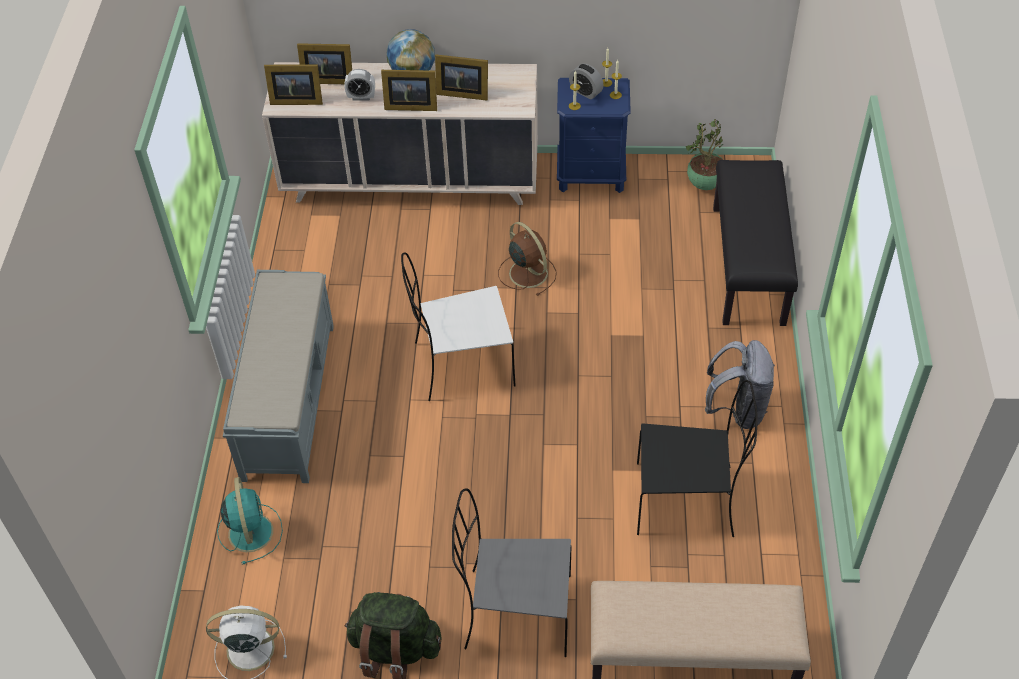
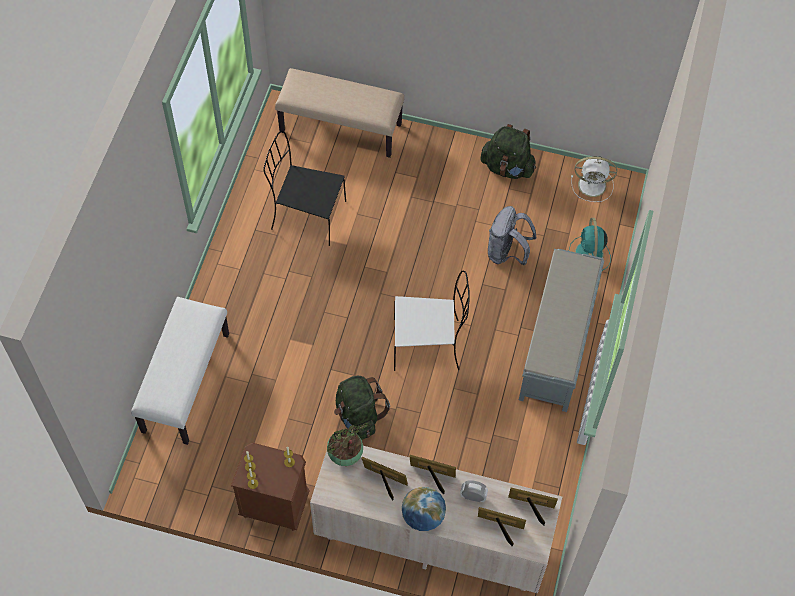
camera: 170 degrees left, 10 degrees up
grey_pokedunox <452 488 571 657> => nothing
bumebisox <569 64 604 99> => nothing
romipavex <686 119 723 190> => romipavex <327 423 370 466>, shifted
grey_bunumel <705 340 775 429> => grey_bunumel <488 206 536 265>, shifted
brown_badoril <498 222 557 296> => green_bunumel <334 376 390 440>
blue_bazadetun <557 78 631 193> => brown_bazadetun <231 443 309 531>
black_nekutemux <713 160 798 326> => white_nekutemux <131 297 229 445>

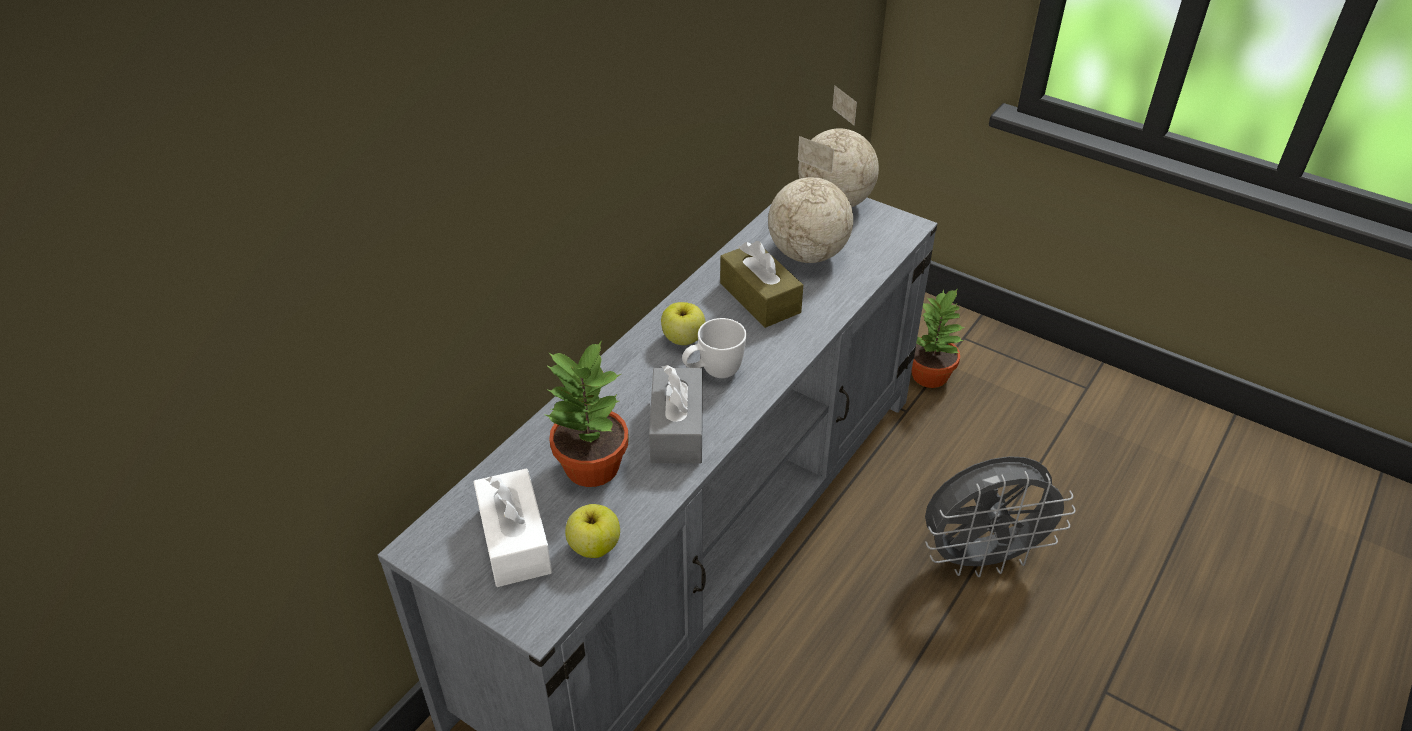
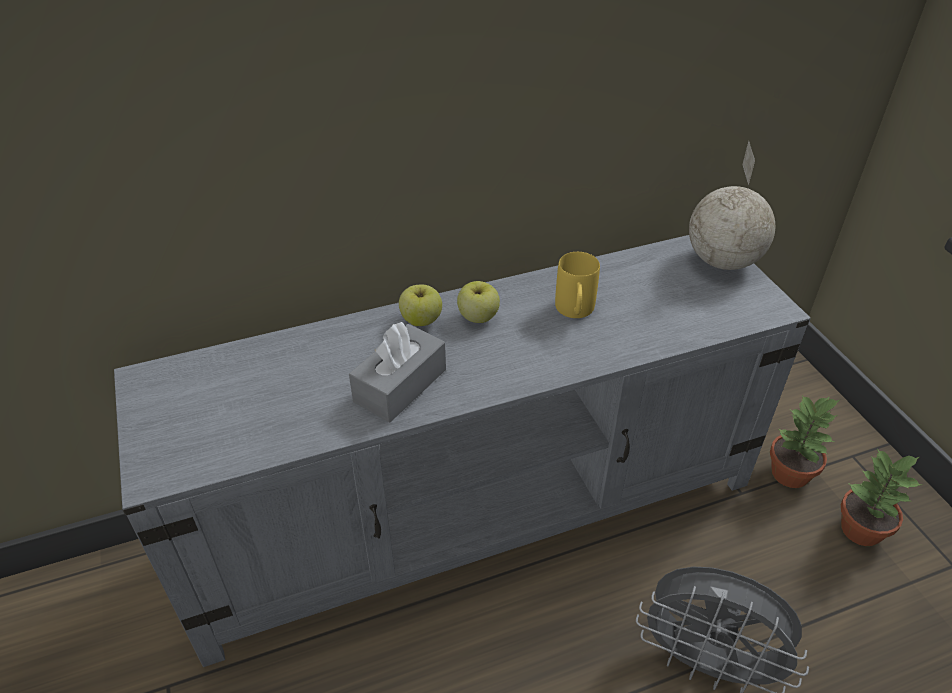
camera: 35 degrees right, 0 degrees up
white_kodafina <473 468 552 587> => nothing
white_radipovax <682 318 747 378> => nothing
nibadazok <768 136 853 263> => nothing
romipavex <545 341 629 487> => romipavex <841 448 922 546>, shifted
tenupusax <565 504 620 558> => tenupusax <399 285 442 326>, shifted
brown_kodafina <720 241 803 328> => yellow_radipovax <555 252 600 318>

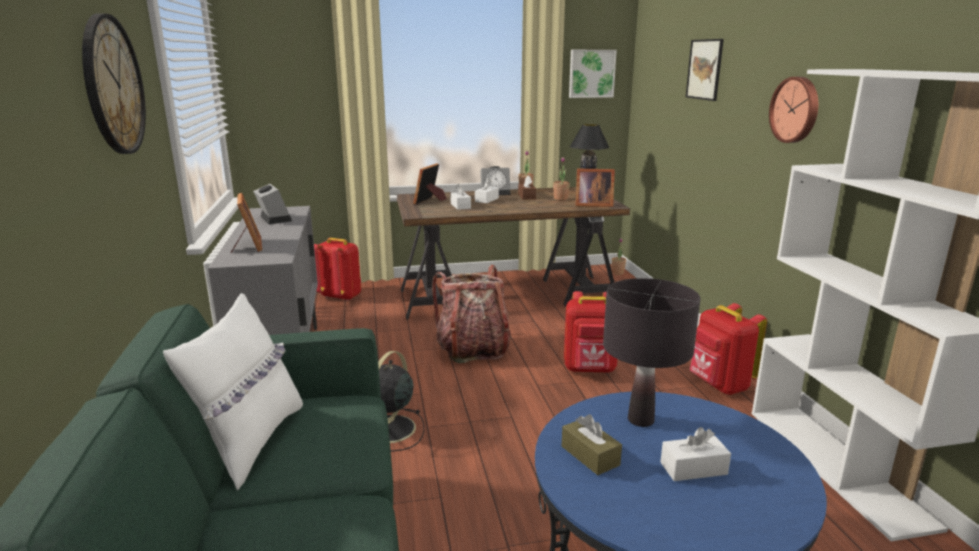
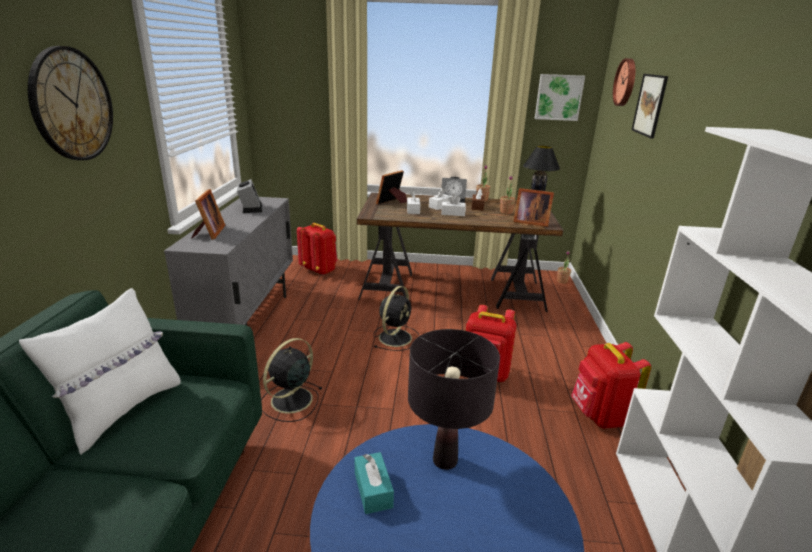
camera: 15 degrees right, 5 degrees up
white_kodafina <660 427 731 481> => white_kodafina <441 194 466 216>, shifted
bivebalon <769 77 818 143> => bivebalon <613 58 635 106>, shifted
bunumel <432 265 512 363> => black_badoril <373 286 419 351>
brown_kodafina <562 414 622 475> => turquoise_kodafina <355 452 394 514>

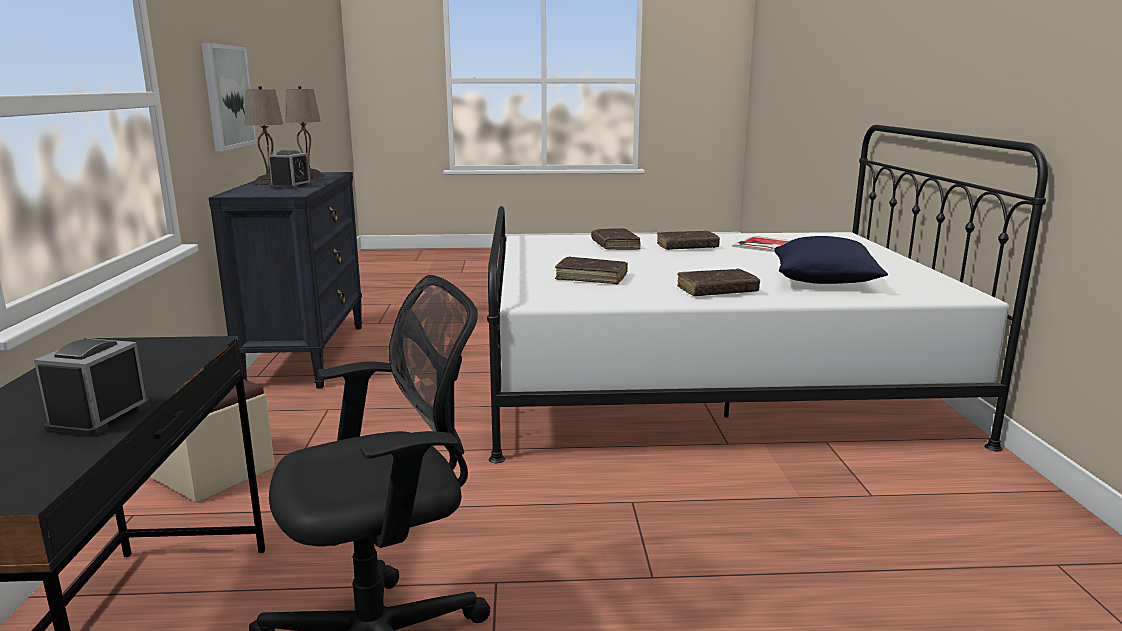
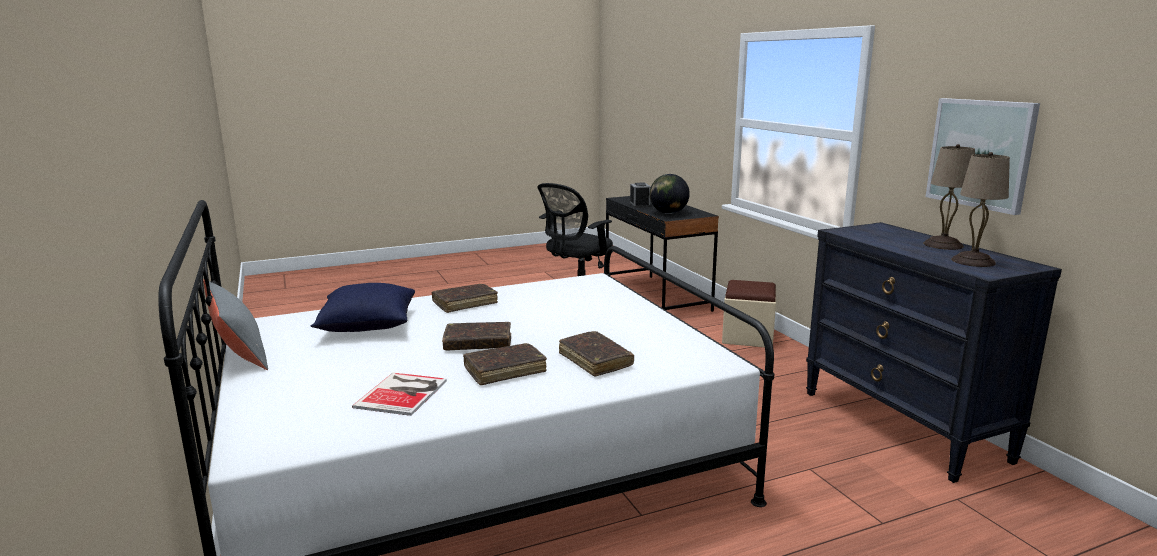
camera: 160 degrees right, 0 degrees up
bumebisox <268 150 311 189> => nothing
nothing => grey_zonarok <203 280 268 370>
nothing => nibadazok <650 174 690 214>
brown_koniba <555 256 628 284> => brown_koniba <442 322 511 350>, shifted

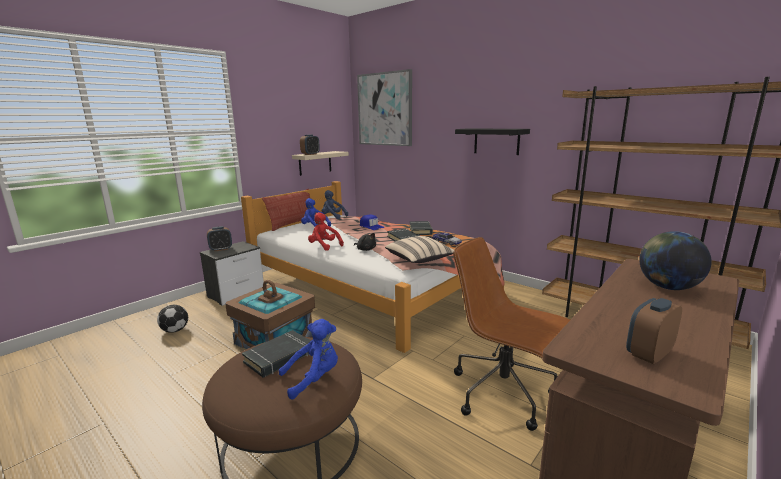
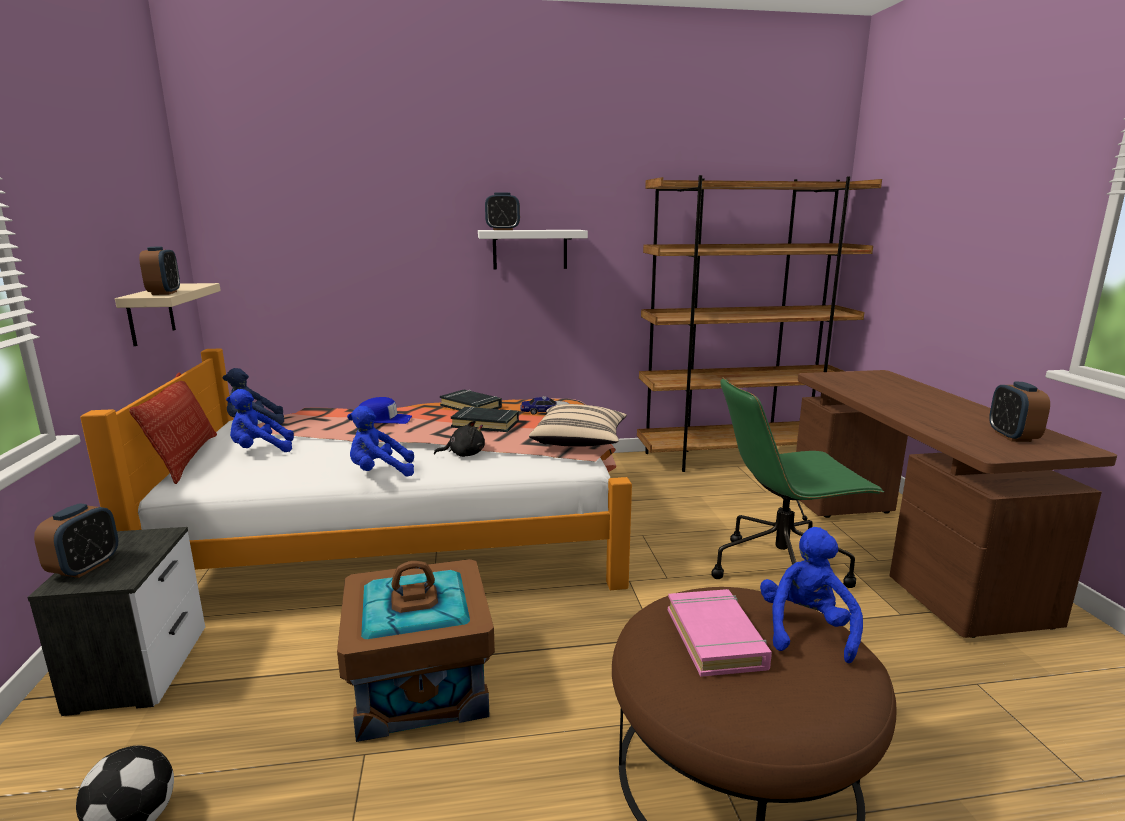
camera: 50 degrees left, 0 degrees up
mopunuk <357 69 412 146> => nothing
nibadazok <639 231 712 290> => nothing
nothing => bumebisox <485 192 520 230>
black_koniba <242 330 311 378> => pink_koniba <668 589 772 677>
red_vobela <308 212 344 251> => blue_vobela <347 406 414 477>
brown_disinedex <453 237 570 431> => green_disinedex <712 377 884 588>
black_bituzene <455 128 530 155> => white_bituzene <478 230 588 270>

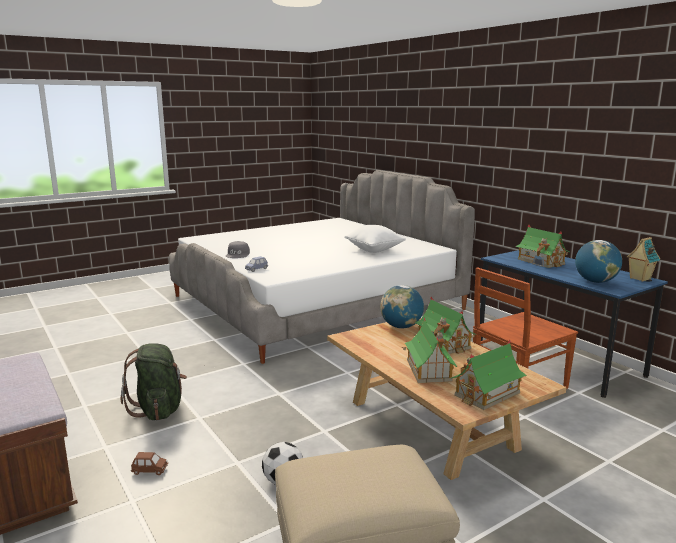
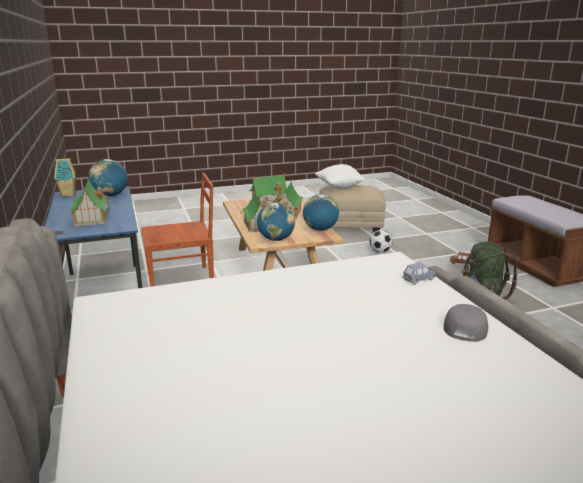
camera: 165 degrees left, 5 degrees up
nothing => nibadazok <303 194 339 231>
white_zonarok <344 225 406 253> => white_zonarok <315 164 366 189>, shifted

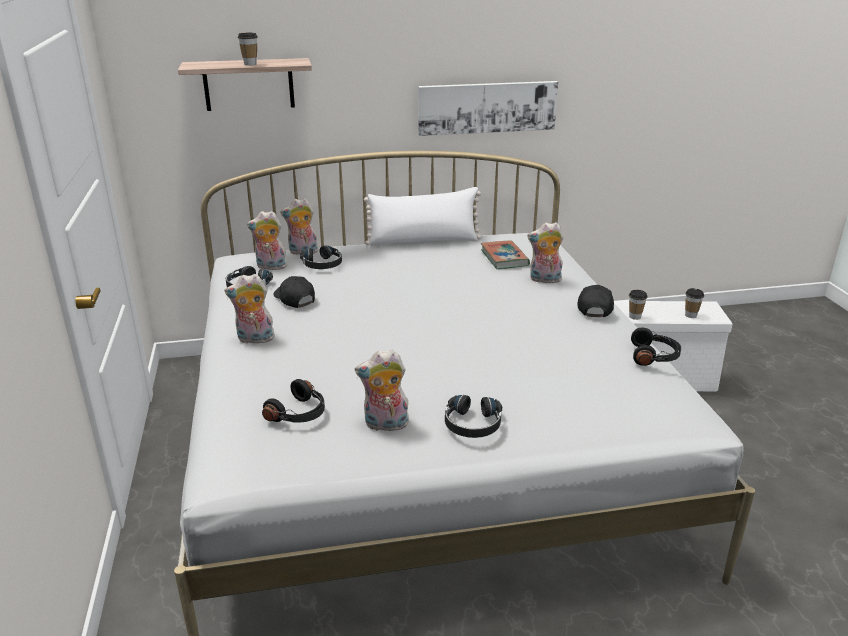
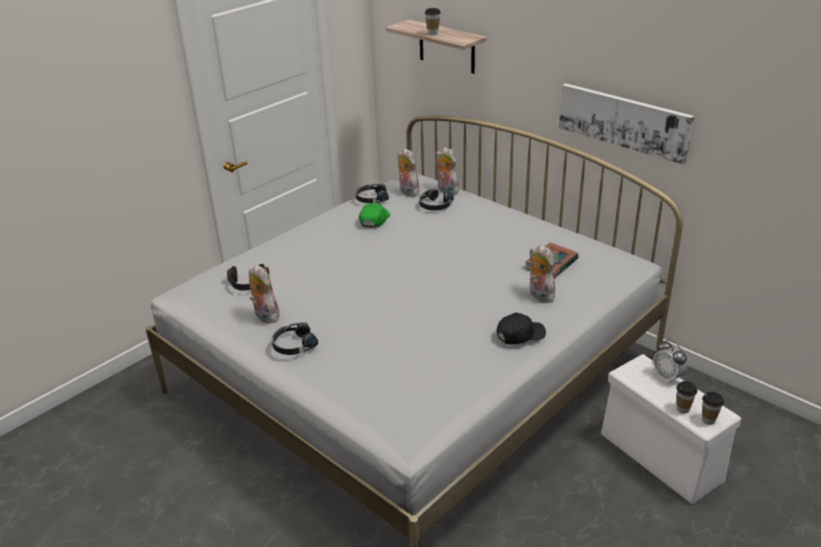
camera: 55 degrees right, 5 degrees up
vobela <225 274 275 345> => nothing
white_zonarok <364 187 481 246> => nothing
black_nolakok <631 328 681 366> => nothing
nothing => bumebisox <653 340 688 384>
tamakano <629 290 647 320> => tamakano <702 392 724 425>, shifted
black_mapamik <273 276 315 308> => green_mapamik <359 203 390 228>

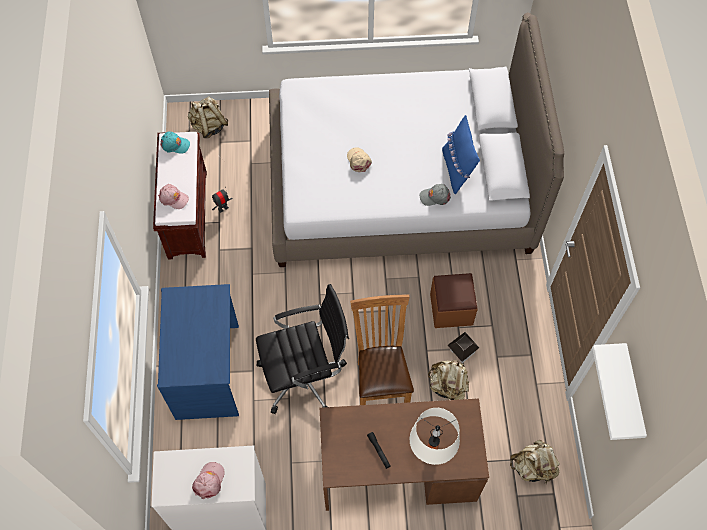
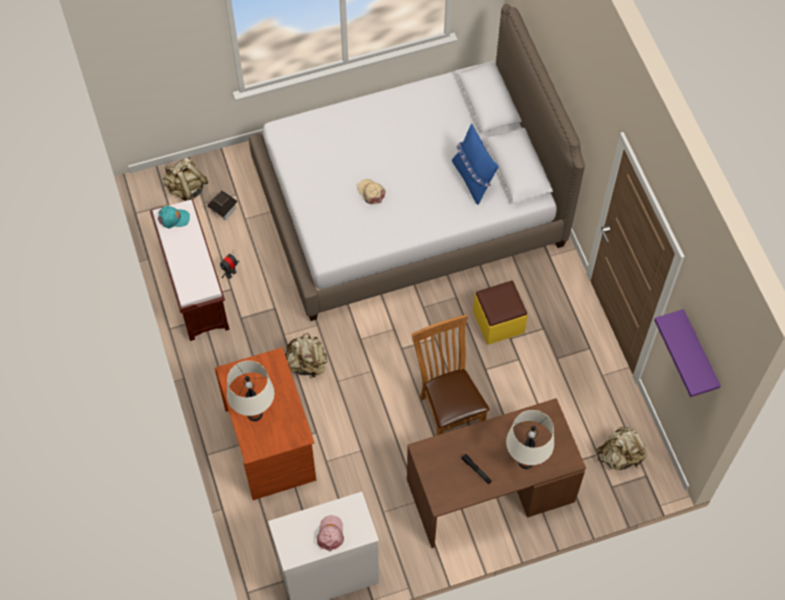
camera: 15 degrees left, 0 degrees up
pink_mapamik <158 184 189 209> => nothing
black_disinedex <256 284 349 414> => nothing
grey_mapamik <420 184 451 206> => nothing
nothing => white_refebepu <227 361 275 421>
beige_bunumel <428 360 469 400> => beige_bunumel <285 333 327 380>, shifted
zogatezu <448 332 479 363> => zogatezu <207 190 238 221>, shifted
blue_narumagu <157 284 239 420> => brown_narumagu <215 347 316 500>
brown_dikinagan <430 273 478 328> => yellow_dikinagan <473 281 528 345>
white_bituzene <592 343 647 440> => purple_bituzene <654 309 721 397>

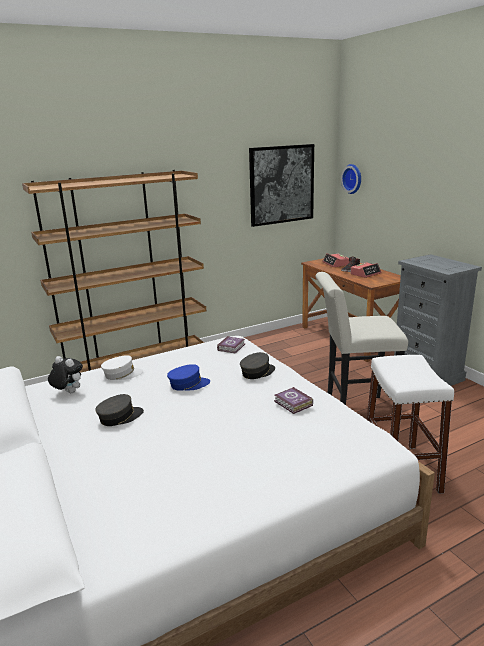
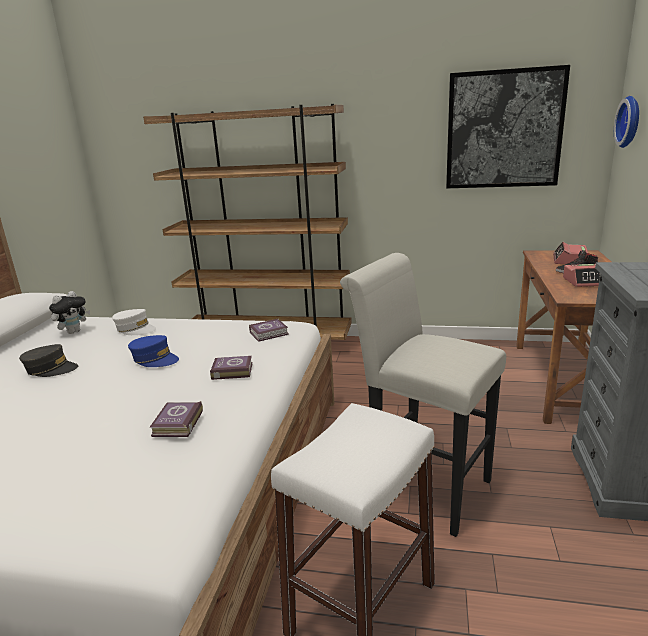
camera: 40 degrees right, 0 degrees up
grey_mapamik <240 352 275 379> => koniba <210 356 253 380>
vobela <48 356 83 393> => vobela <49 291 90 334>, 60 degrees clockwise

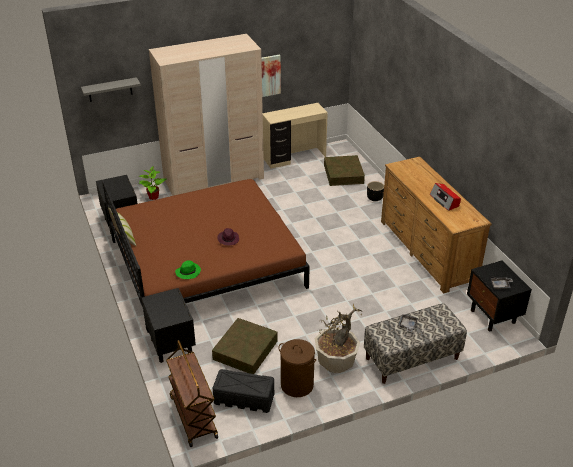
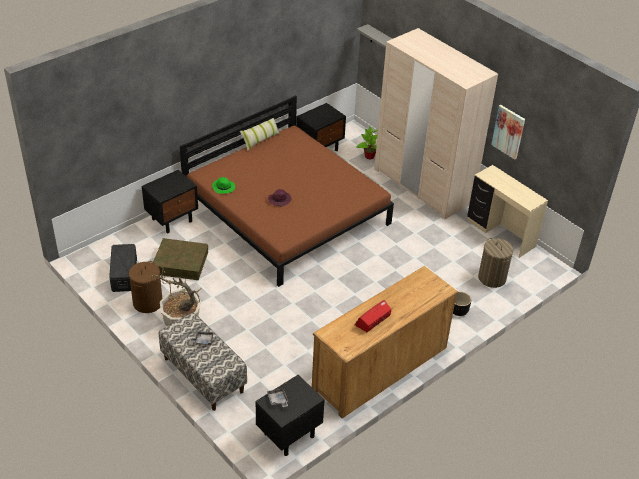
camera: 70 degrees right, 5 degrees up
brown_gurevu <166 340 218 447> => nothing
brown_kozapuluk <324 155 365 186> => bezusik <478 238 513 288>

